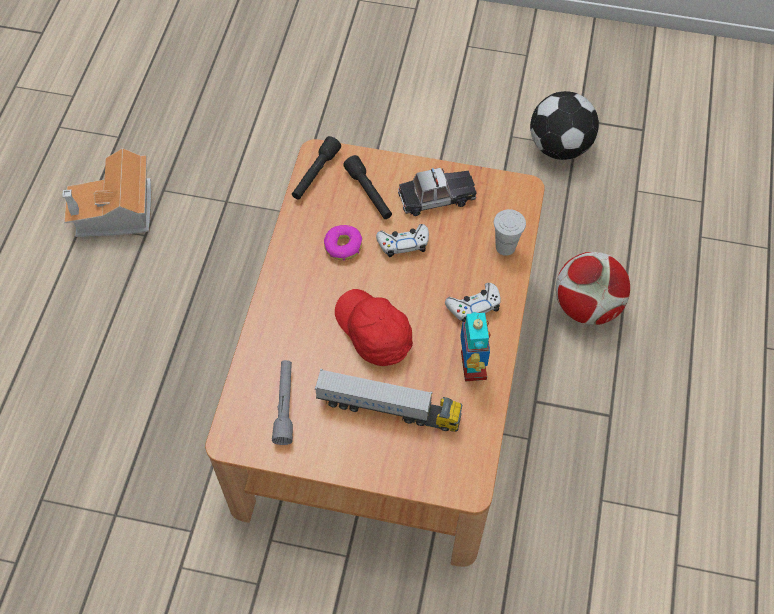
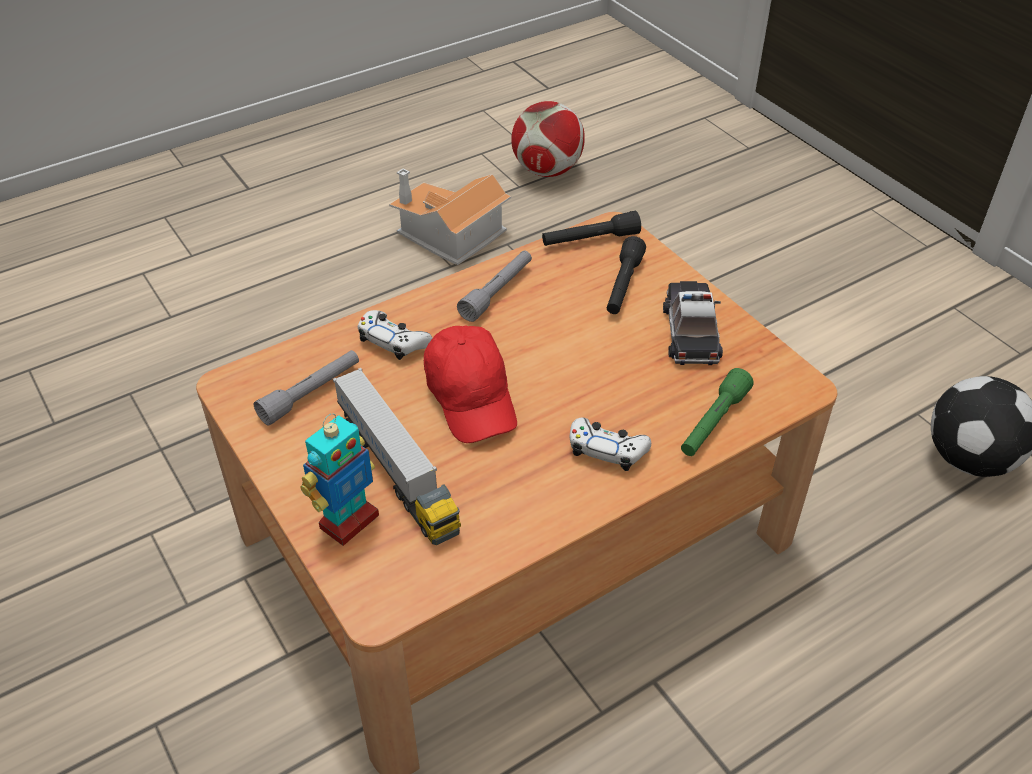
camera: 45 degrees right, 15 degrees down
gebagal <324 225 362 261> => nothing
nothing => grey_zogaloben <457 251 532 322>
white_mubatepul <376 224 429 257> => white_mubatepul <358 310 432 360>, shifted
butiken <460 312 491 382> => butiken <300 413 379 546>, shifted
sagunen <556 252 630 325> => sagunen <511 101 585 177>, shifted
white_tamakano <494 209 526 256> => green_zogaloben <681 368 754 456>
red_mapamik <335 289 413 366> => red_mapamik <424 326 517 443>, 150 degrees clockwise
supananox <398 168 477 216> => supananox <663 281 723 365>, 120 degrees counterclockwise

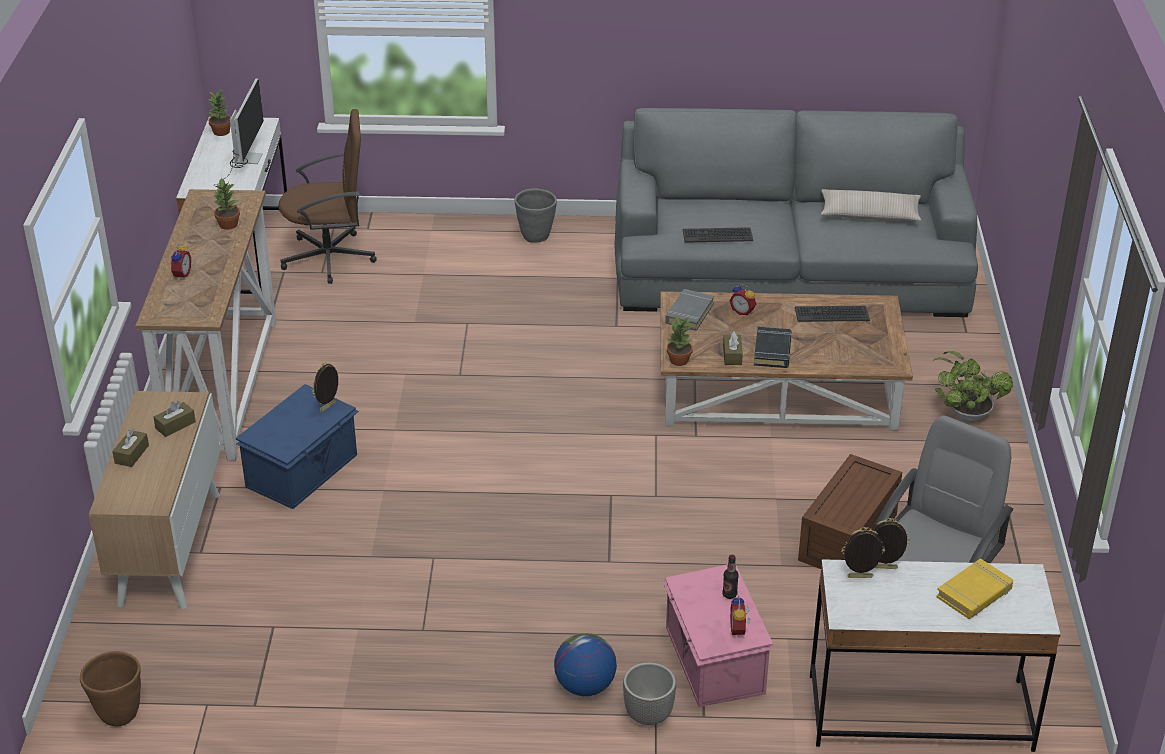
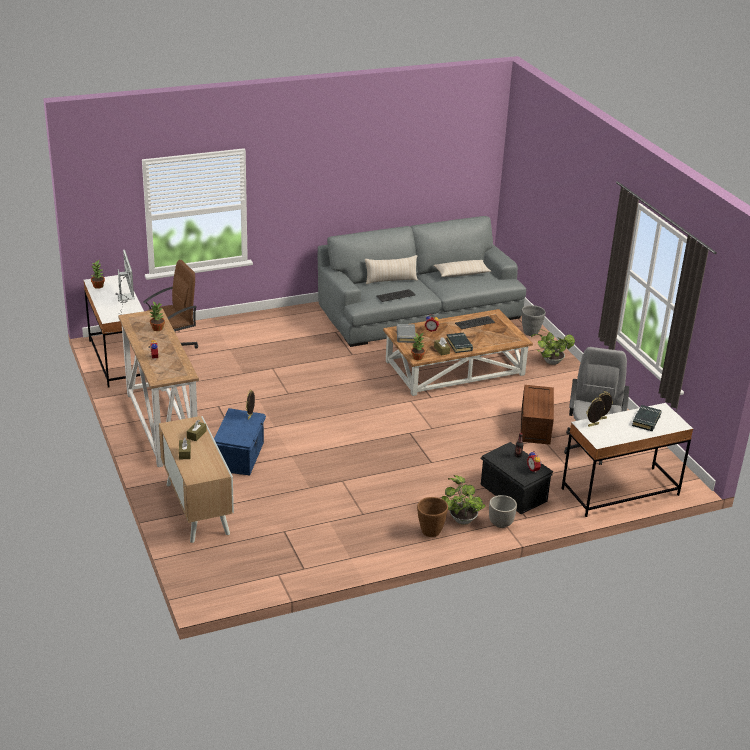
camera: 25 degrees left, 5 degrees down
nothing => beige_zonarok <365 255 418 284>
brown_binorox <80 651 141 726> => brown_binorox <417 497 448 537>, shifted
grey_binorox <515 188 557 243> => grey_binorox <522 305 546 336>, shifted
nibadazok <554 633 617 696> => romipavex <442 475 486 525>
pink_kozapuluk <662 564 773 707> => black_kozapuluk <480 442 553 514>
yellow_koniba <936 558 1013 619> => black_koniba <632 405 662 431>

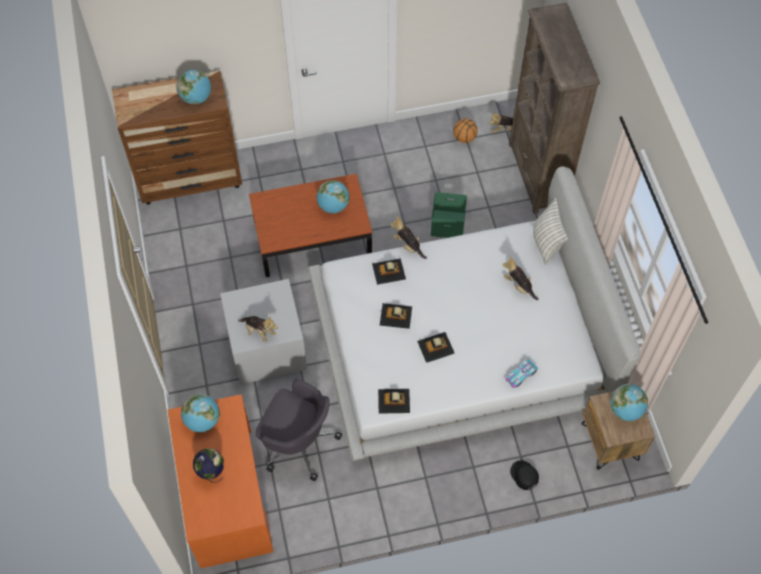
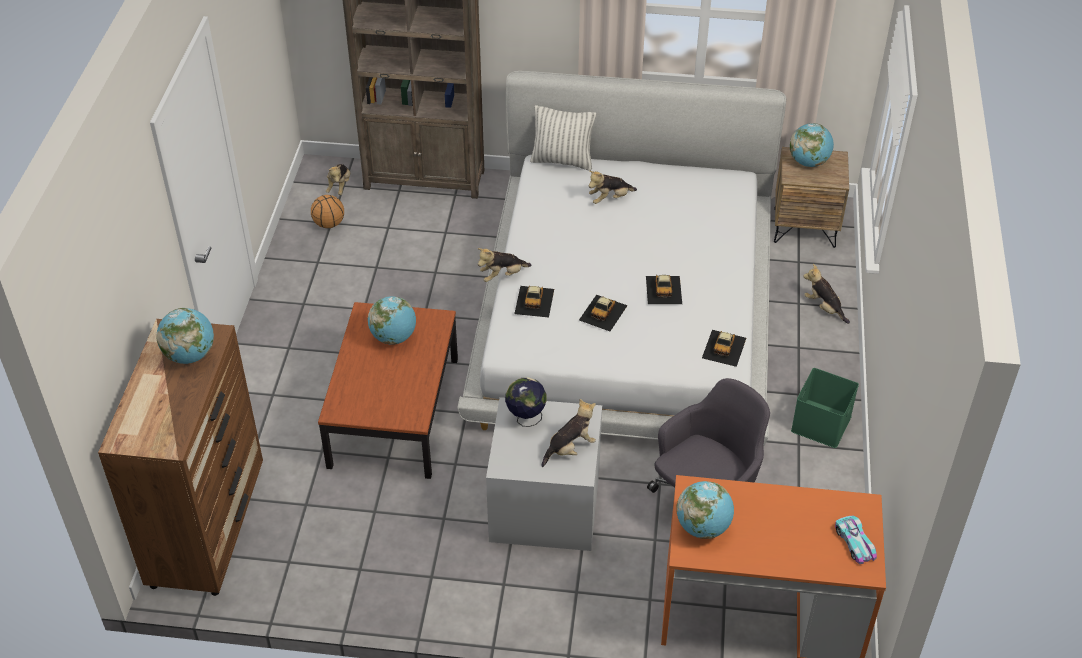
camera: 70 degrees left, 15 degrees down
nibadazok <193 448 224 483> => nibadazok <505 377 547 427>, shifted
green_kozapuluk <431 192 467 238> => green_kozapuluk <791 368 859 448>, shifted
supananox <505 359 538 388> => supananox <835 516 877 564>, shifted
black_mapamik <510 460 539 490> => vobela <803 264 850 324>

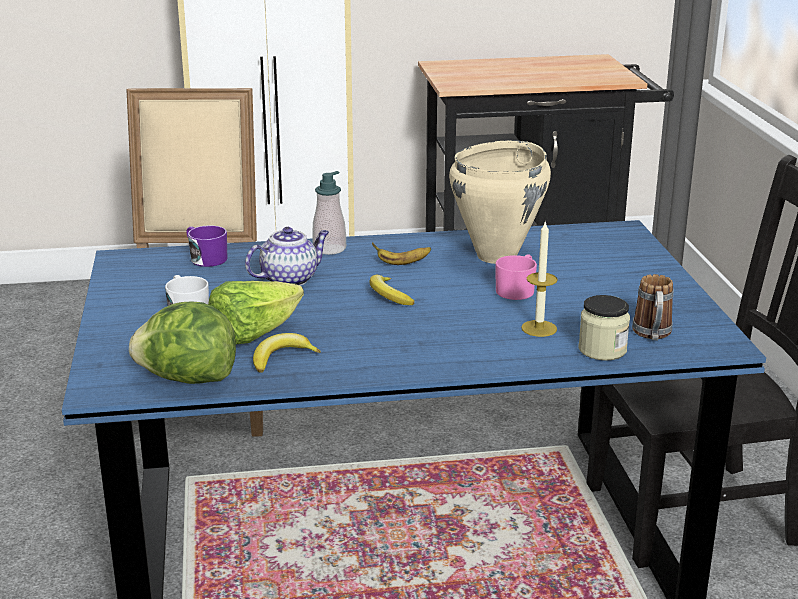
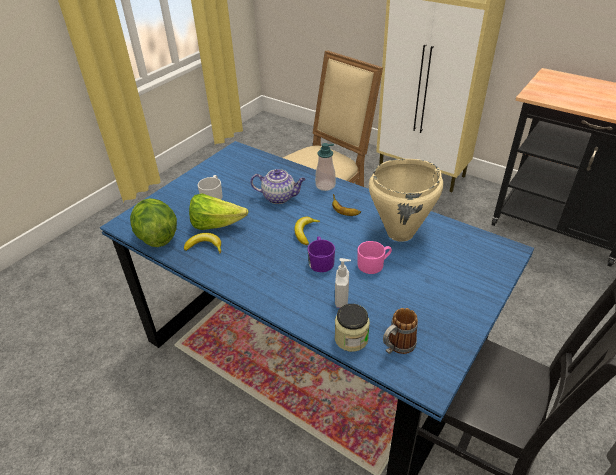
camera: 45 degrees right, 15 degrees up
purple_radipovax <187 225 227 267> => purple_radipovax <308 236 335 272>, shifted
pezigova <521 221 558 337> => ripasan <335 258 351 308>

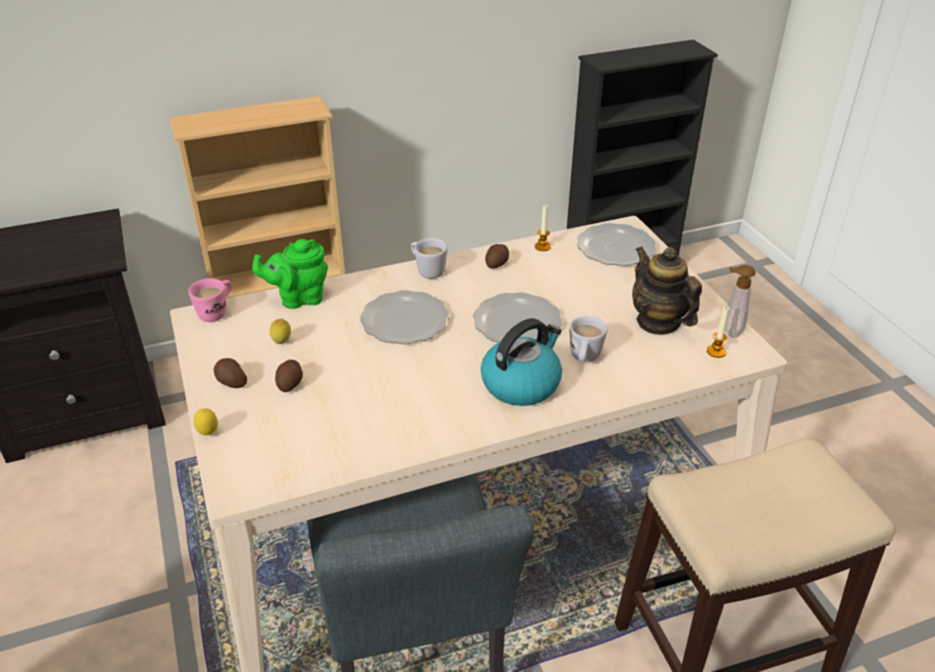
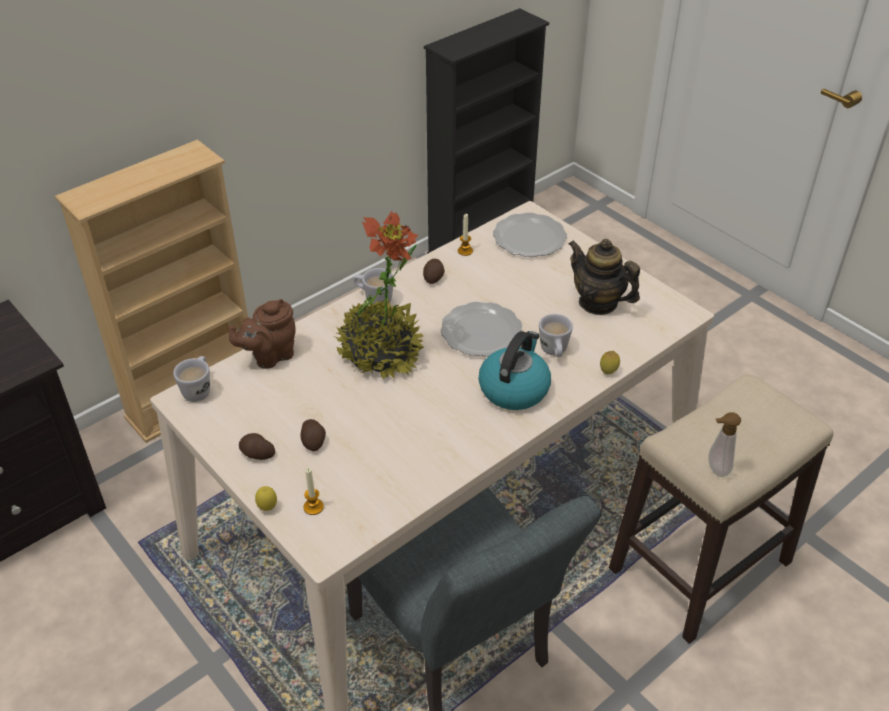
camera: 20 degrees left, 5 degrees up
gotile <269 319 291 344> => gotile <600 351 620 374>, shifted
pezigova <707 306 729 358> => pezigova <304 468 324 515>, shifted
ripasan <725 265 756 337> => ripasan <708 412 741 477>, shifted
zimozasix <360 290 450 344> => romipavex <333 211 424 379>
pink_radipovax <188 278 232 322> => white_radipovax <173 356 210 402>
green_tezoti <252 239 328 309> => brown_tezoti <229 299 296 369>

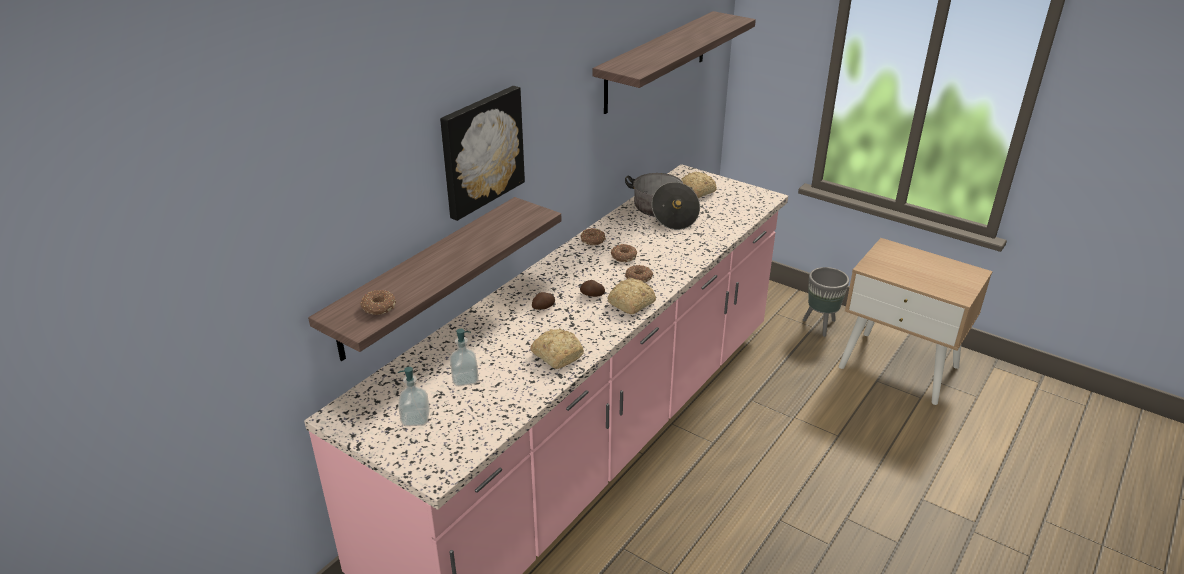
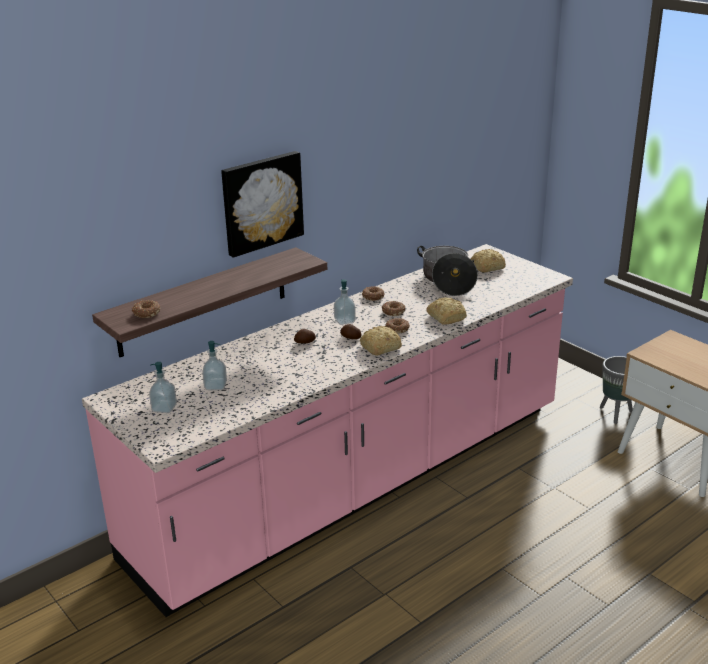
camera: 15 degrees right, 5 degrees down
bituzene <593 11 756 114> => nothing
nothing => ripasan <334 279 356 325>
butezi <530 328 584 369> => butezi <426 298 467 325>, shifted

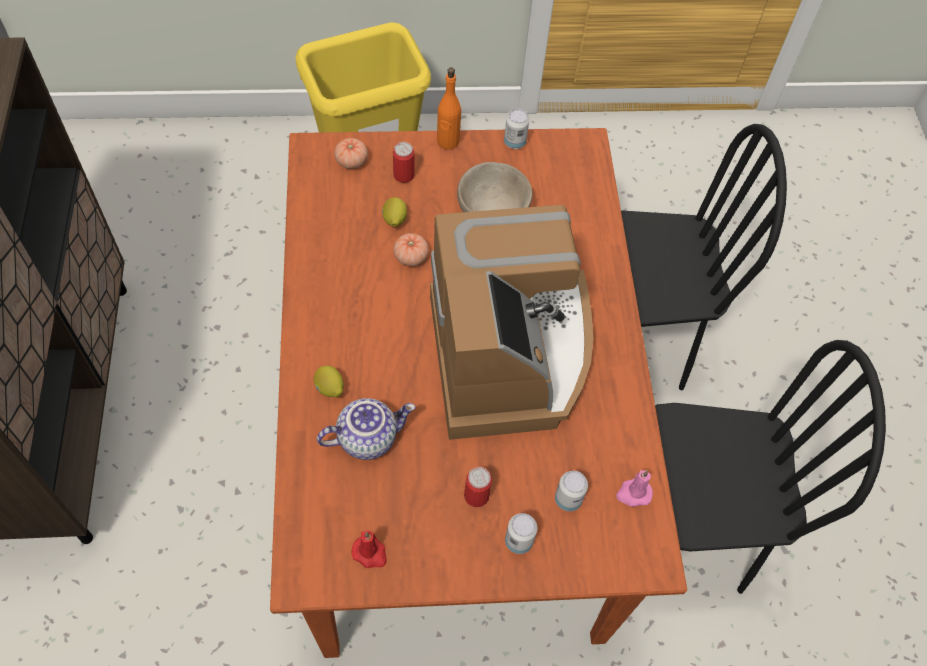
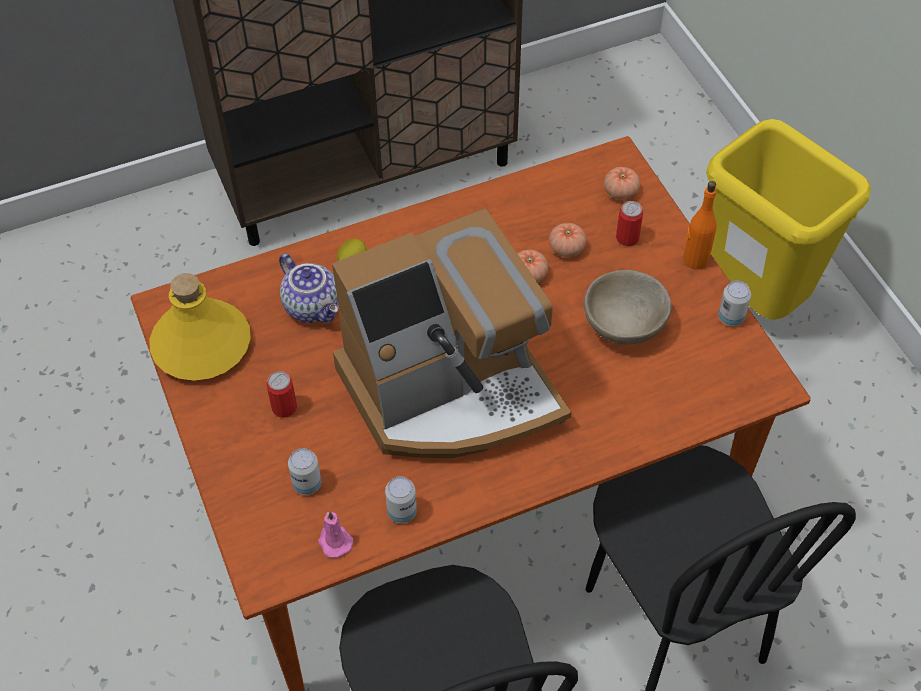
camera: 75 degrees right, 5 degrees down
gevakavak <505 513 537 554> => gevakavak <385 476 417 523>, shifted
red_pezigova <351 530 387 568> => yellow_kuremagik <149 273 251 381>
gotile <382 197 407 227> => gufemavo <549 223 587 257>

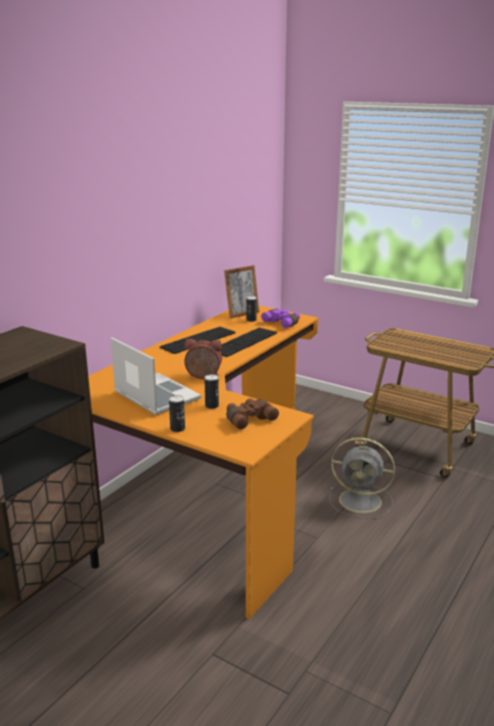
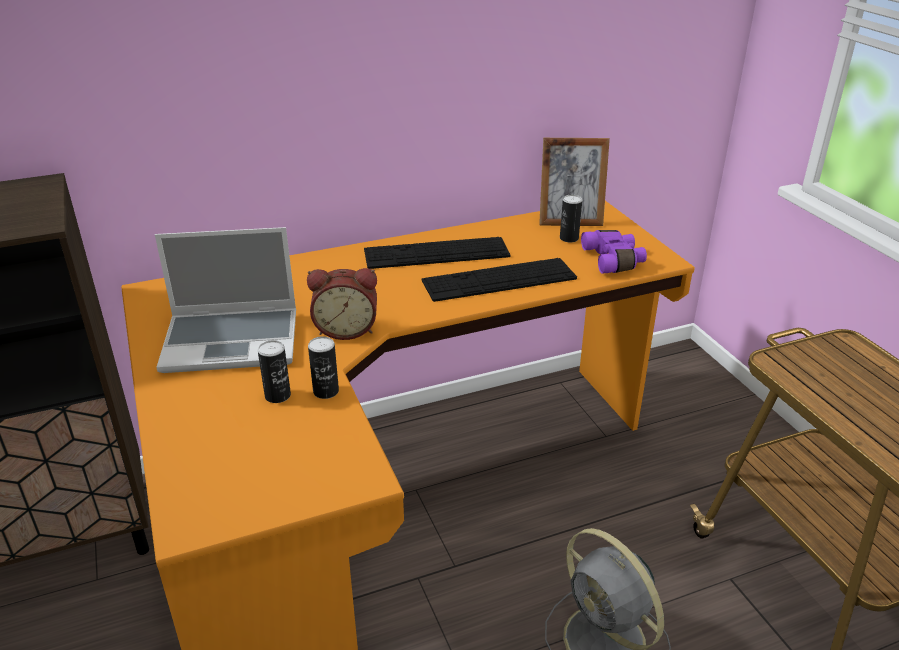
camera: 35 degrees right, 10 degrees up
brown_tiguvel <226 398 279 430> => nothing
gevakavak <169 395 185 432> => gevakavak <308 336 339 399>, shifted
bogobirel <111 337 201 415> => bogobirel <155 227 296 373>, 90 degrees clockwise
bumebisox <184 339 222 379> => bumebisox <307 268 377 340>, 135 degrees clockwise

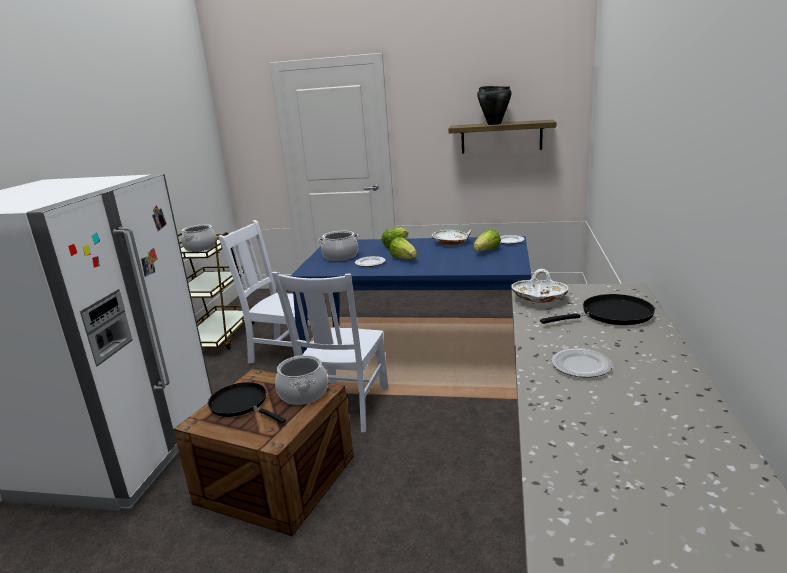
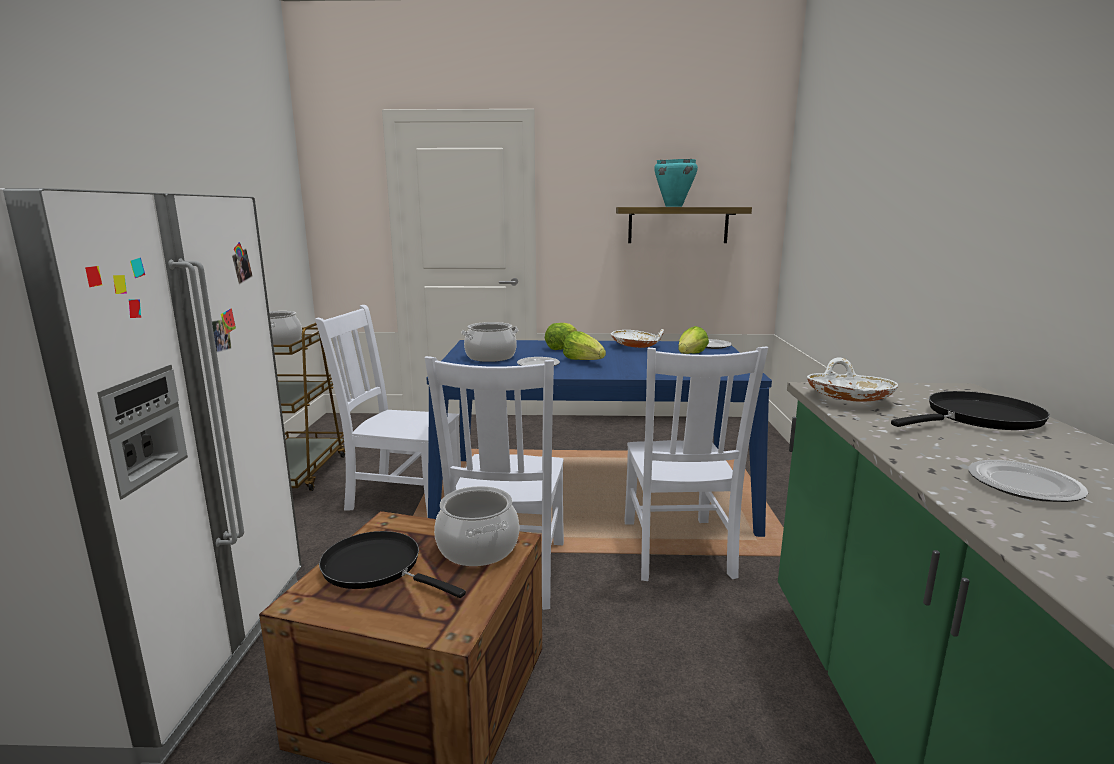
camera: 10 degrees left, 5 degrees down
nothing => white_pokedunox <624 347 768 581>
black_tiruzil <477 86 511 125> => turquoise_tiruzil <654 159 698 207>

